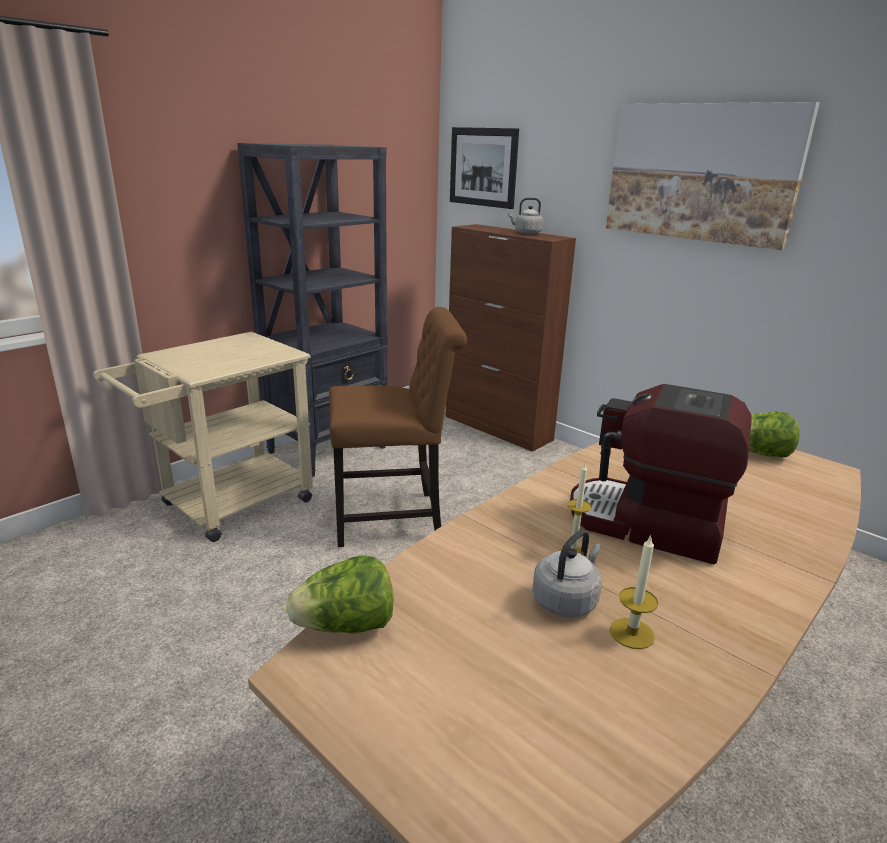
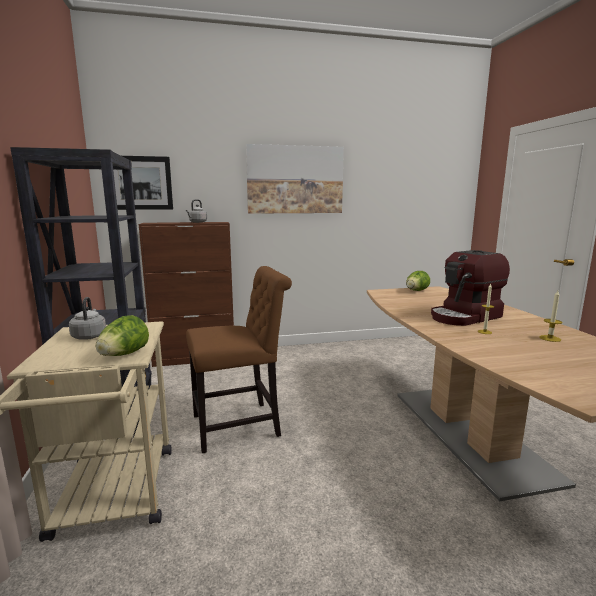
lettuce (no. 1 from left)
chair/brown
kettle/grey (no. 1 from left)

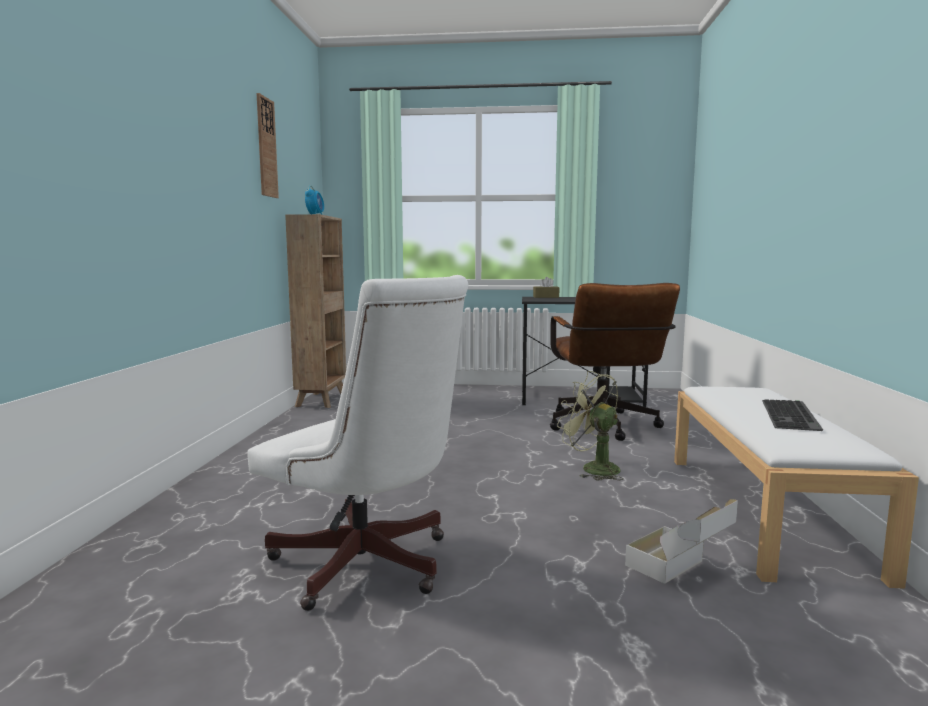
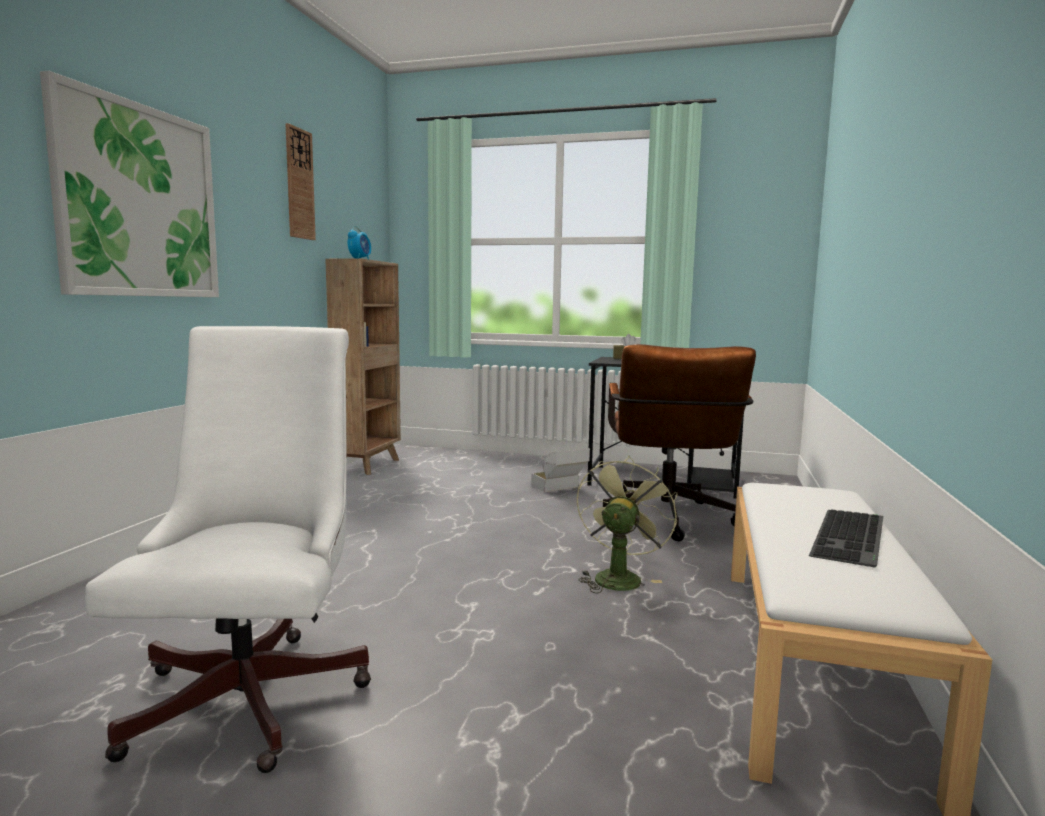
office chair/white
fan/green
cardboard box
picture

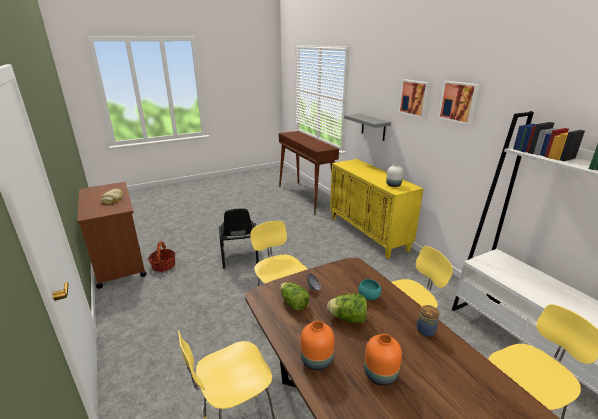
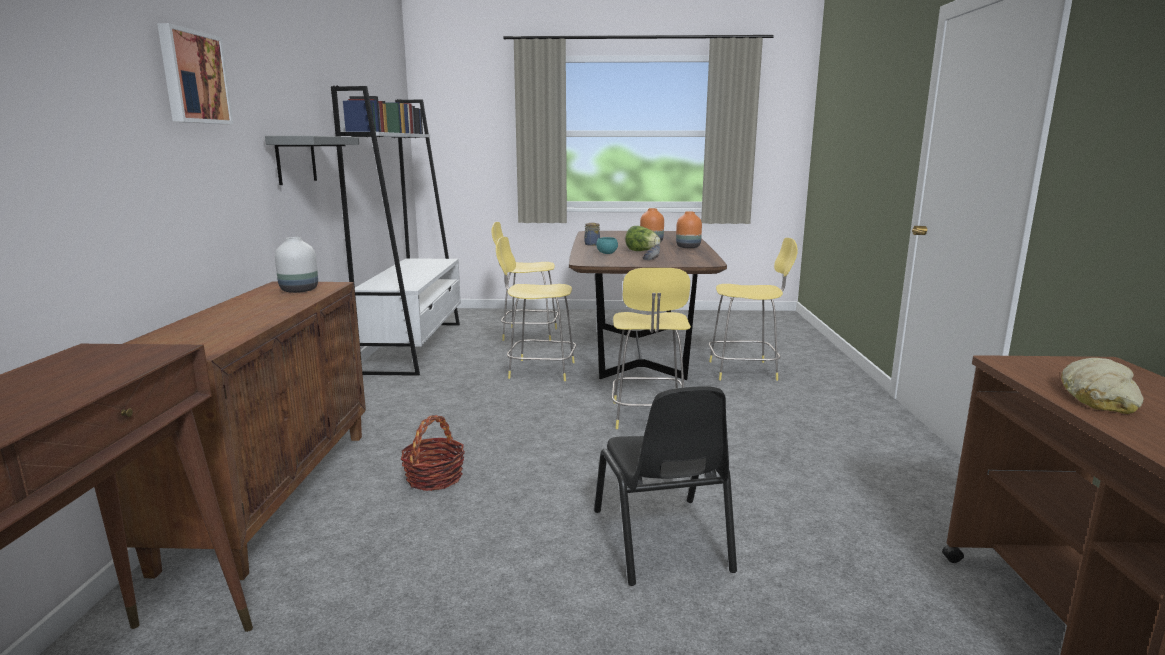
basket
chair/black
lettuce (no. 1 from left in the first image)
cabinet/brown
shelf/grey
picture (no. 2 from left in the first image)

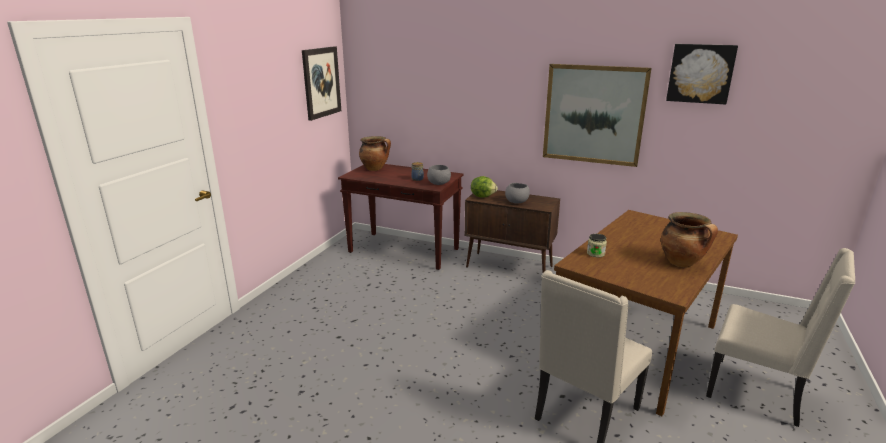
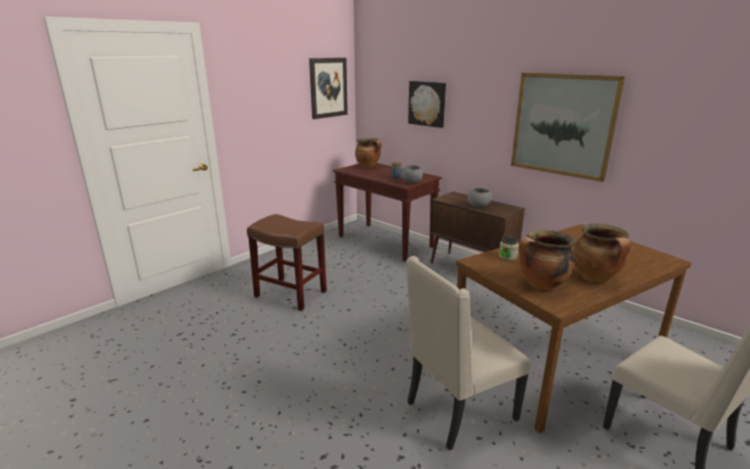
lettuce
picture (no. 2 from left)
stool/brown
cooking pot (no. 2 from left)

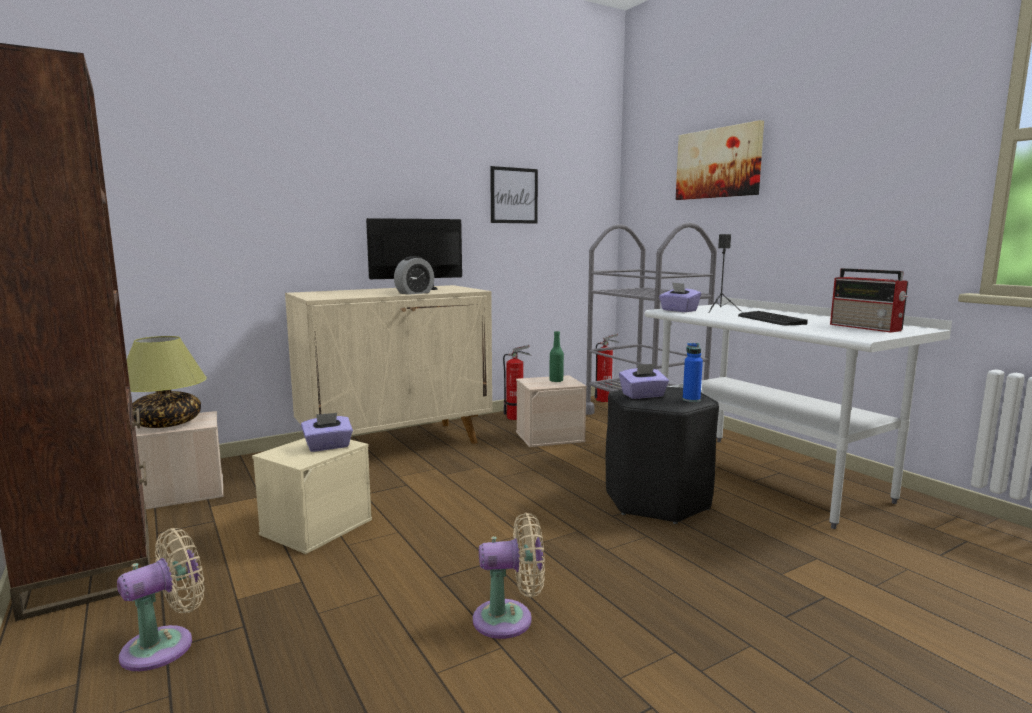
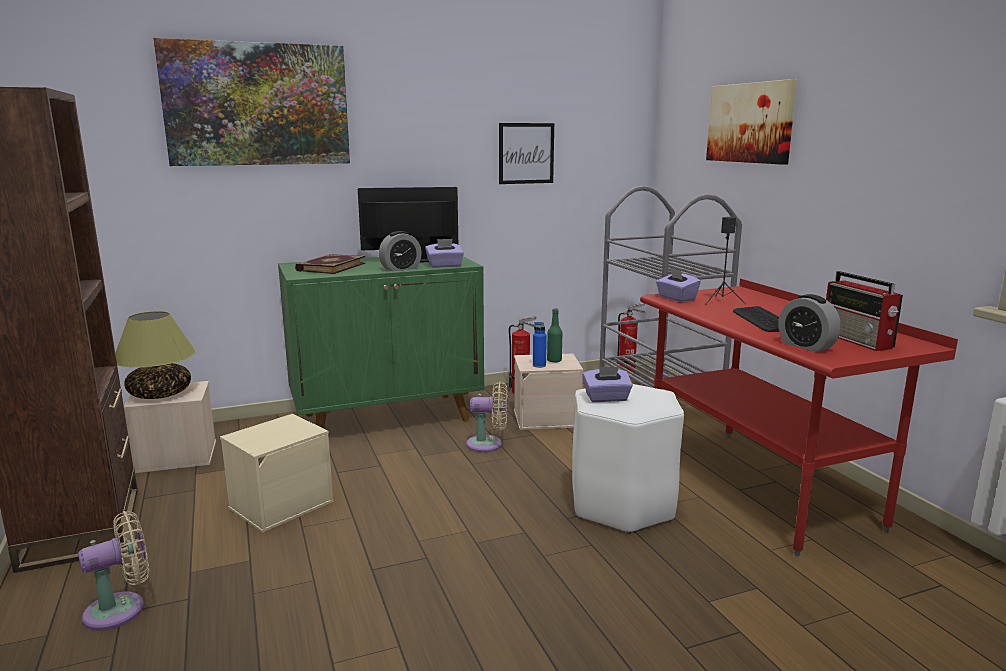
cabinet/green
tissue box/purple (no. 1 from left)
fan/beige (no. 2 from left)
stool/white
desk/red
bottle/blue
picture (no. 1 from left)
book
alarm clock (no. 2 from left)

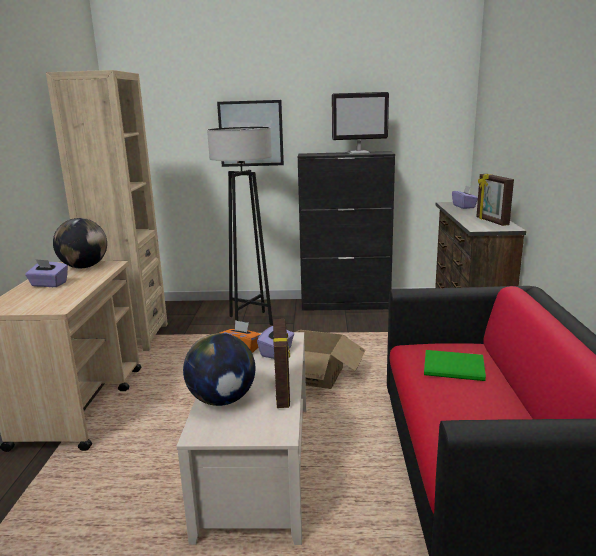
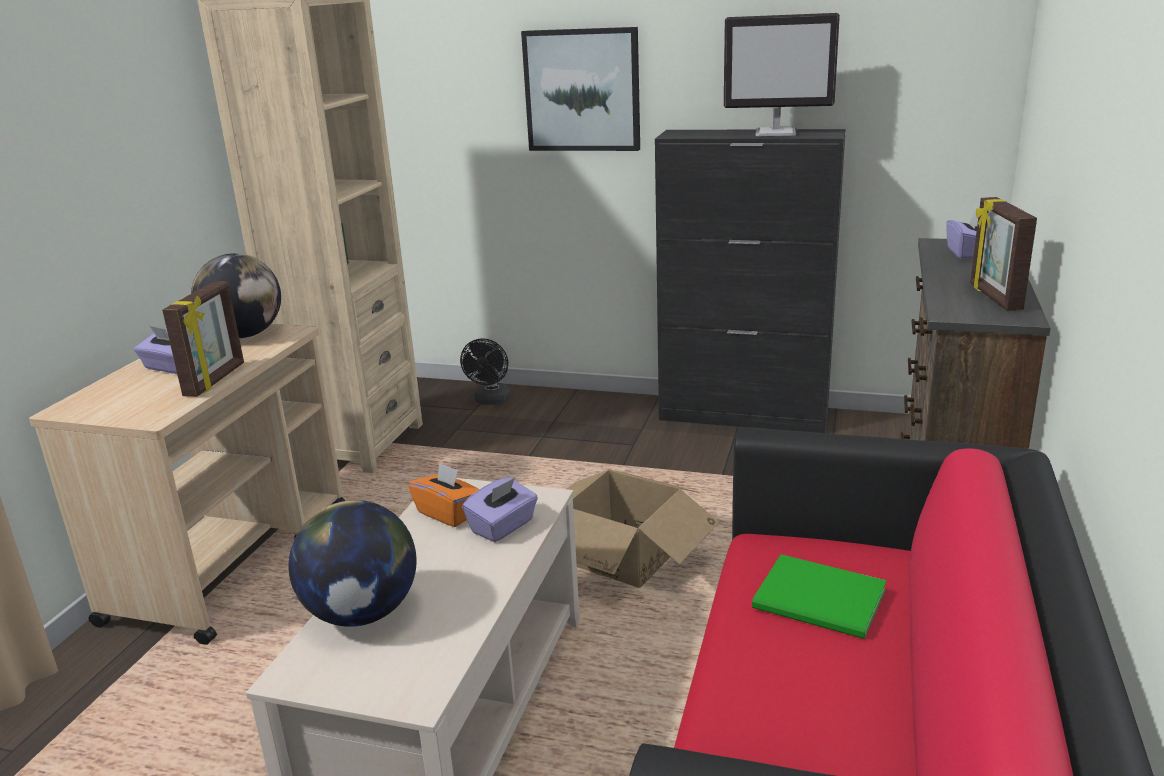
floor lamp/grey
picture frame (no. 1 from left)
fan/black

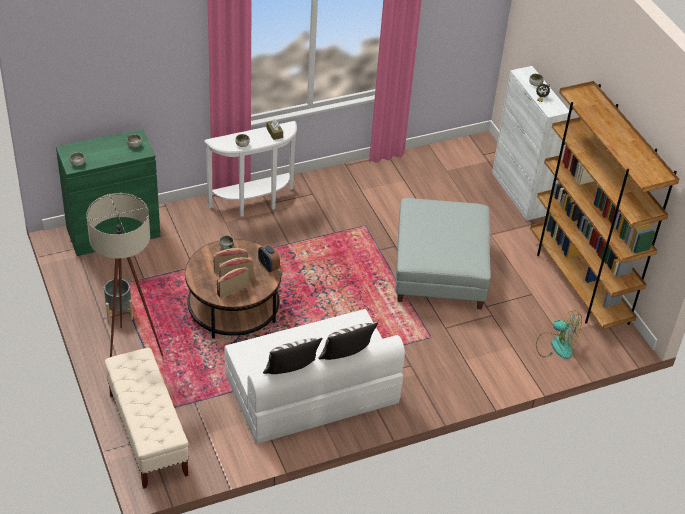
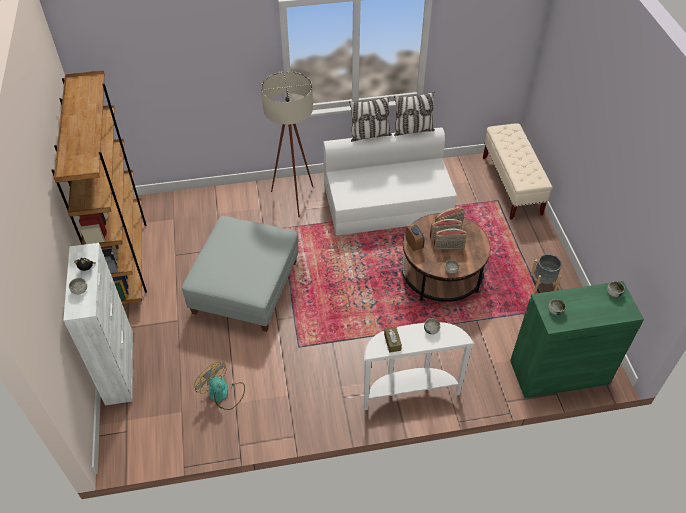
floor lamp/beige
fan

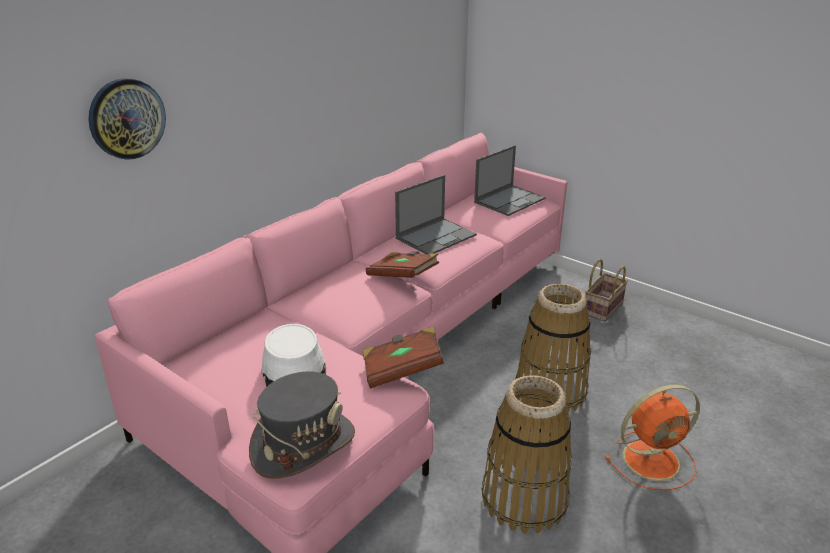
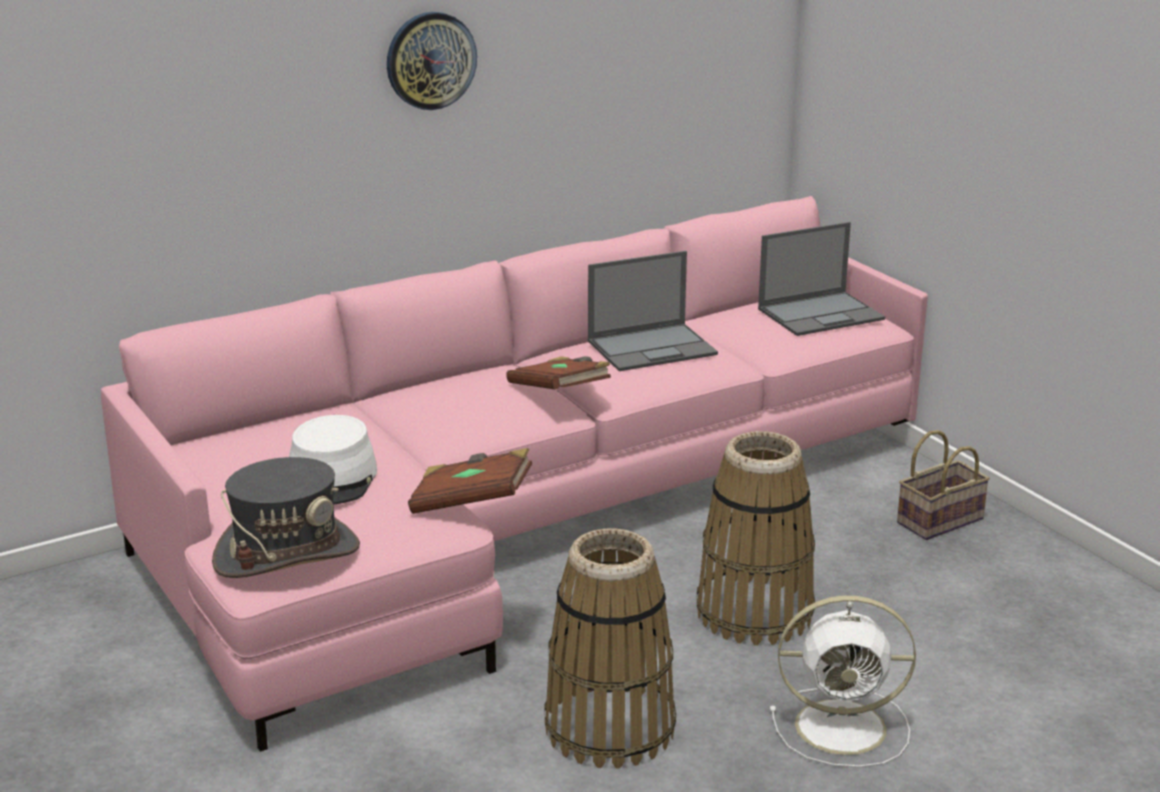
wall clock
fan/white

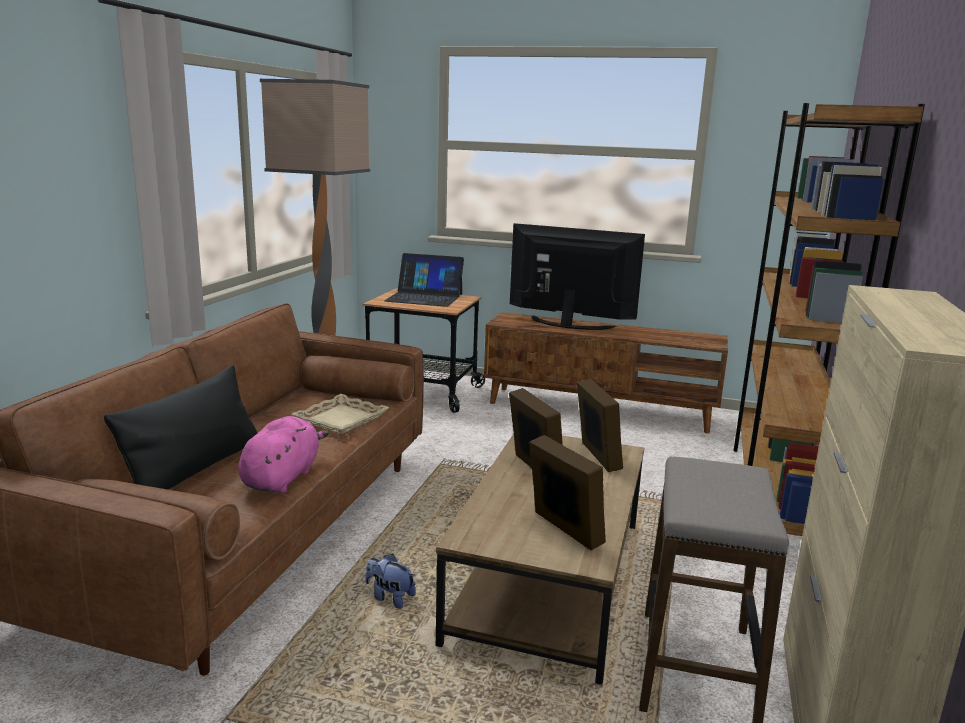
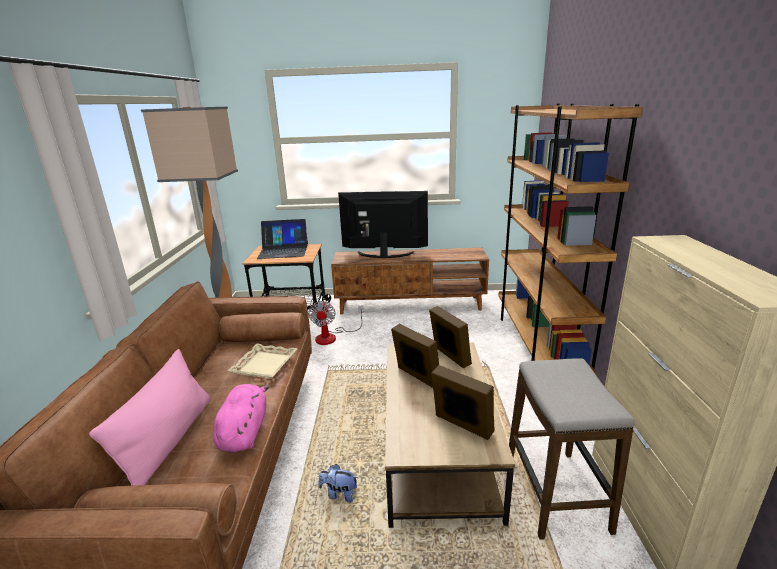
pillow/pink
fan

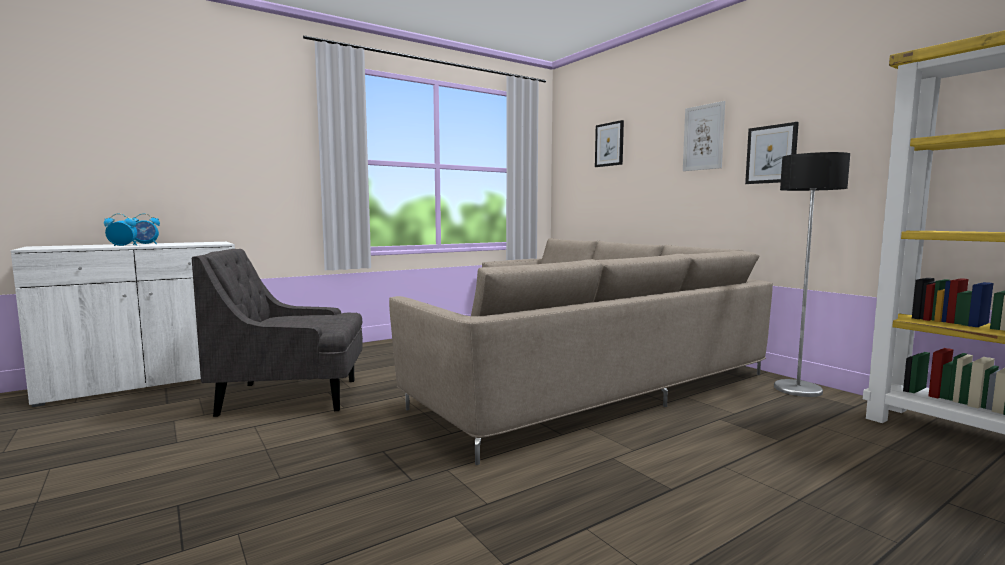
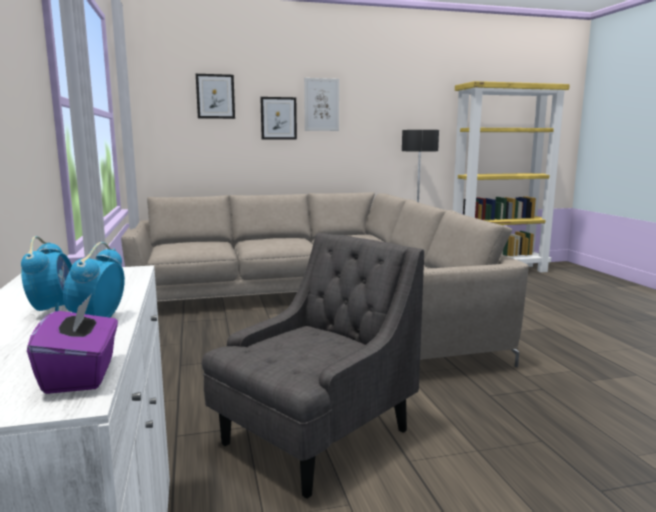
armchair/grey
picture (no. 2 from left)
tissue box/purple

